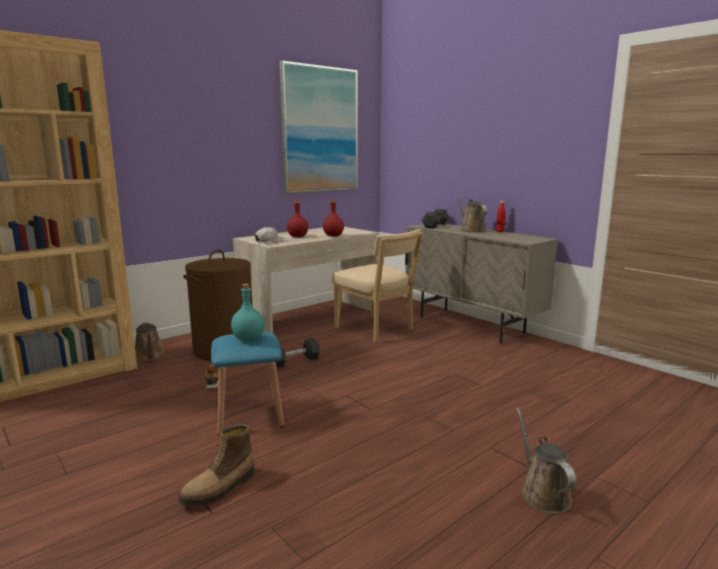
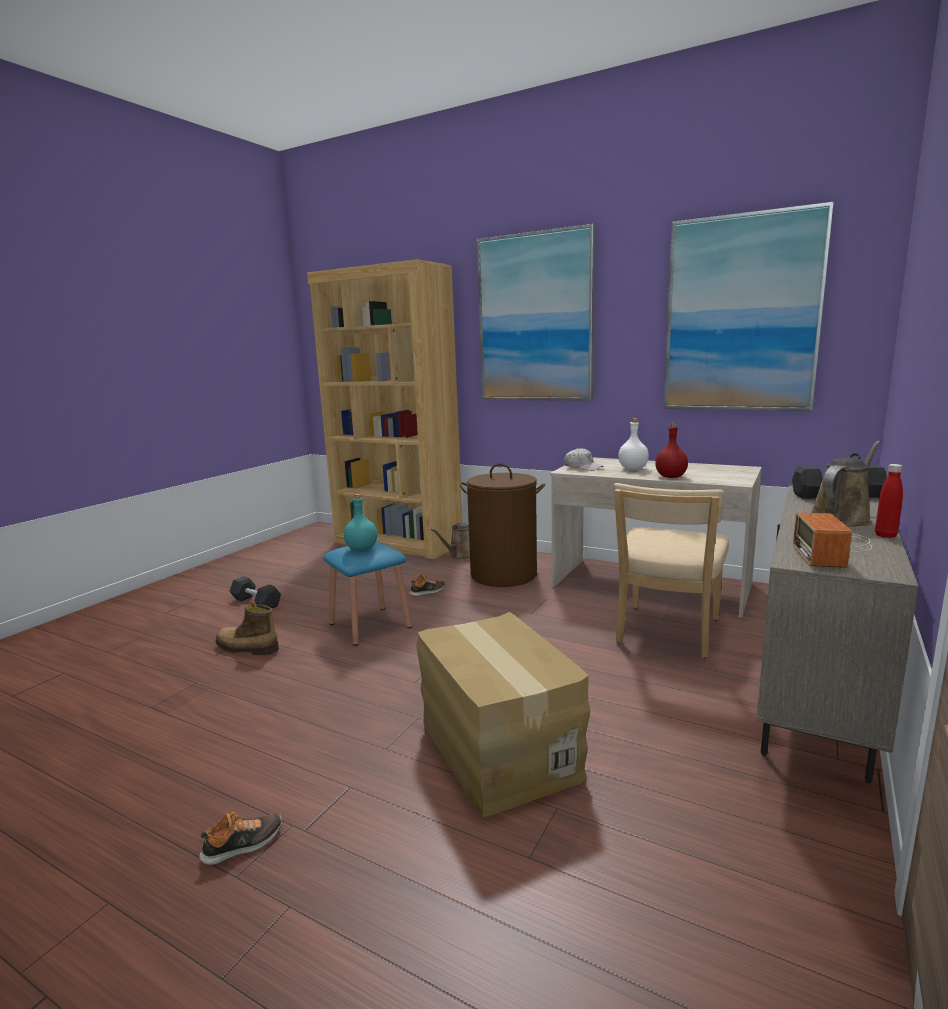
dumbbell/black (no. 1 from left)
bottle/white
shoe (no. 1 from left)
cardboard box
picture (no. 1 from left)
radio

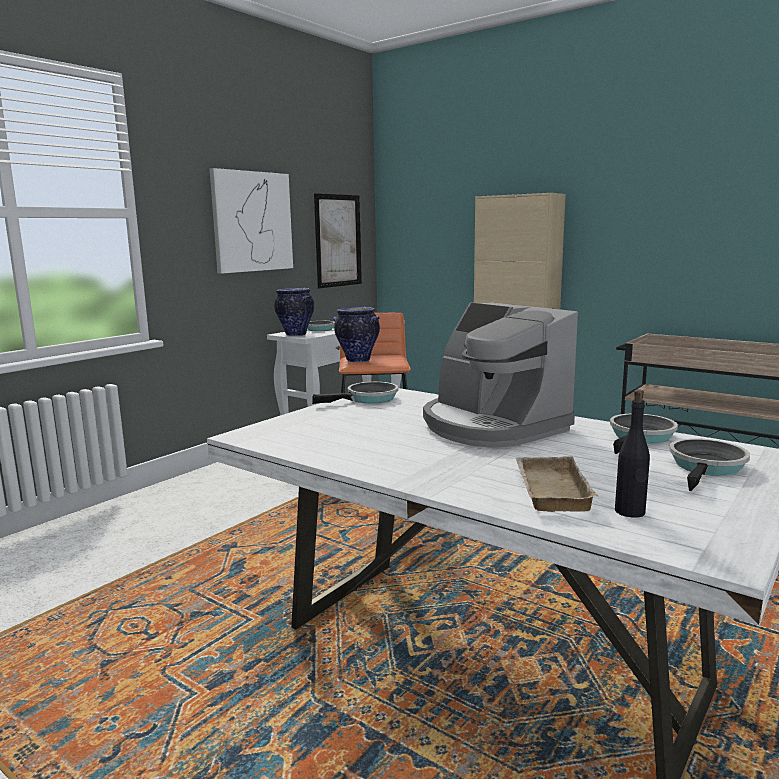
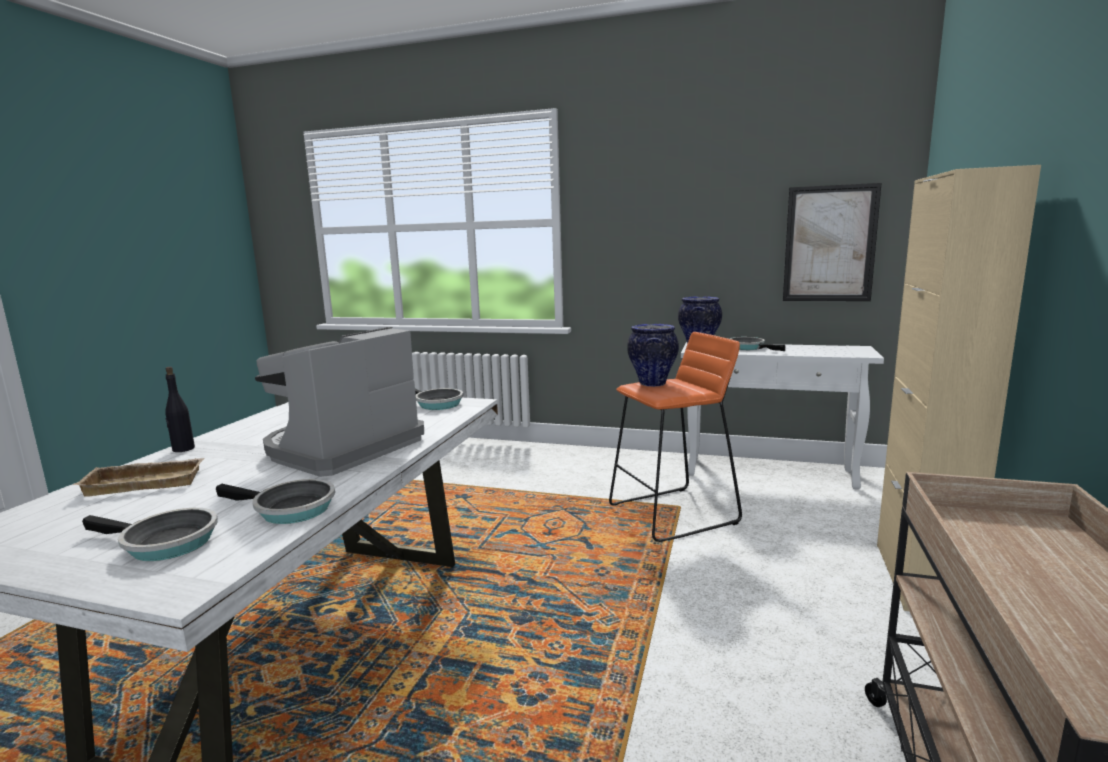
picture (no. 1 from left in the first image)
bottle/black

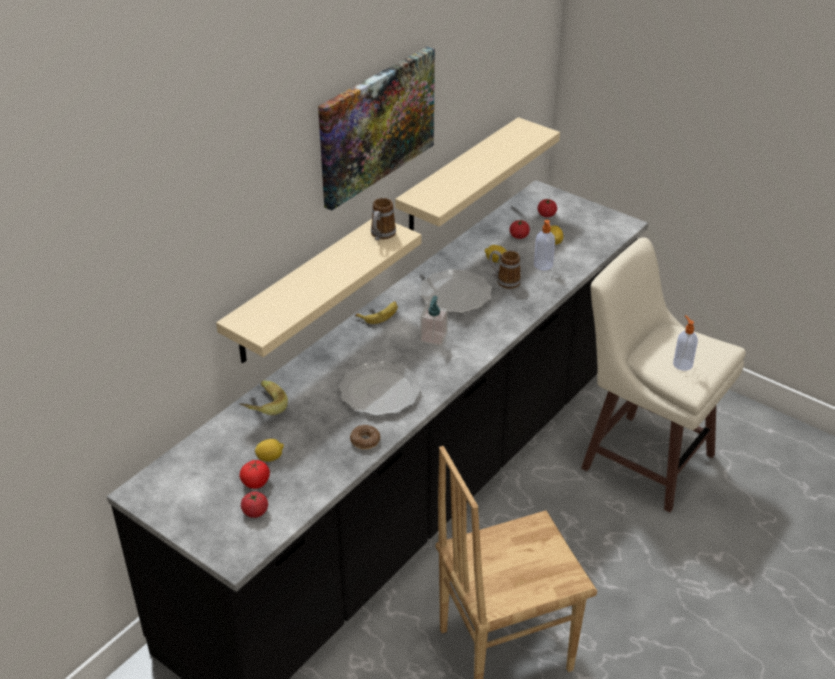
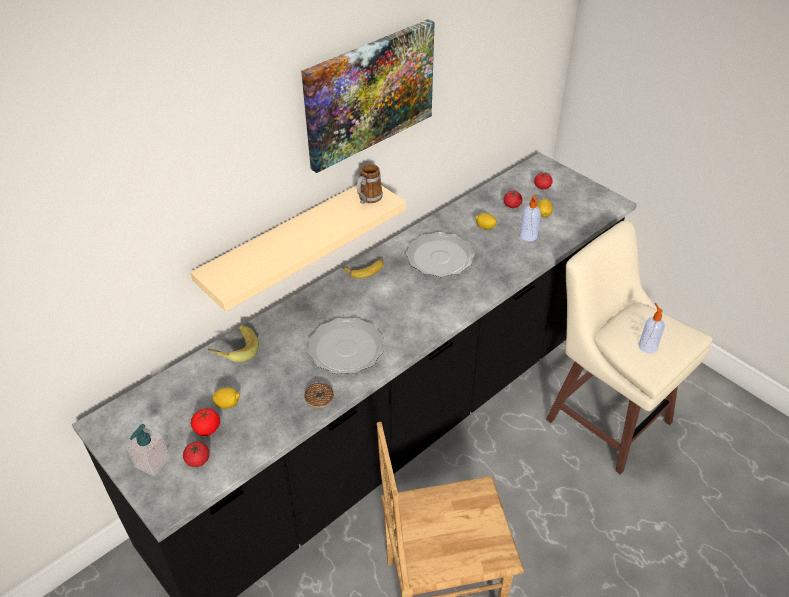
shelf/beige (no. 2 from left in the first image)
soap dispenser (no. 1 from left)
mug (no. 2 from left in the first image)

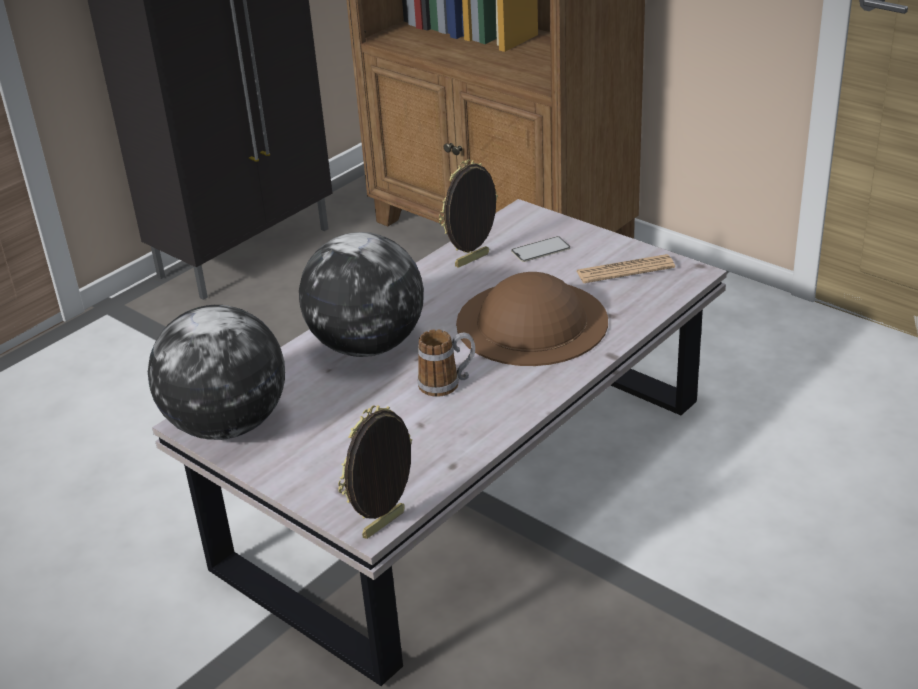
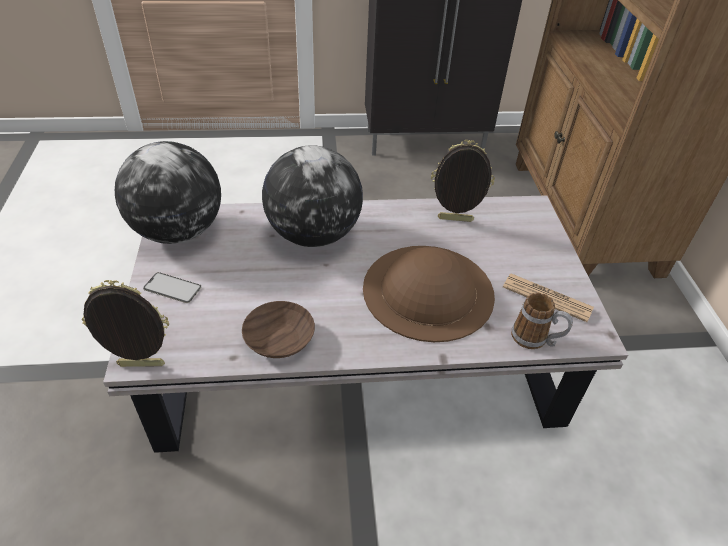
mug
phone
bowl/brown

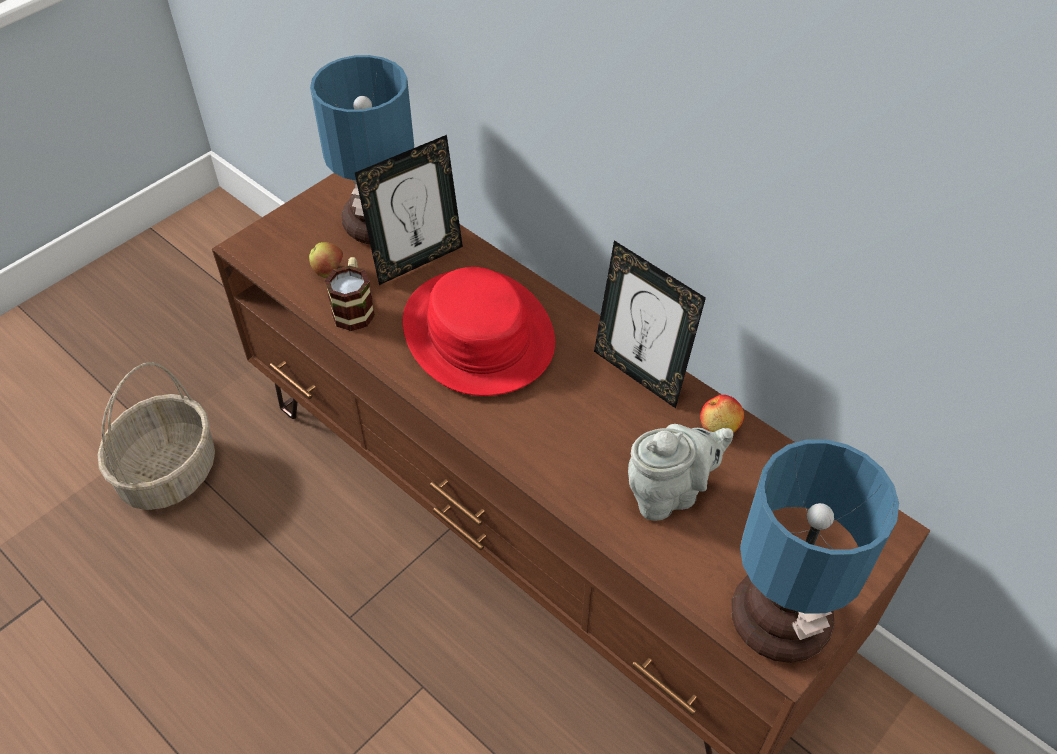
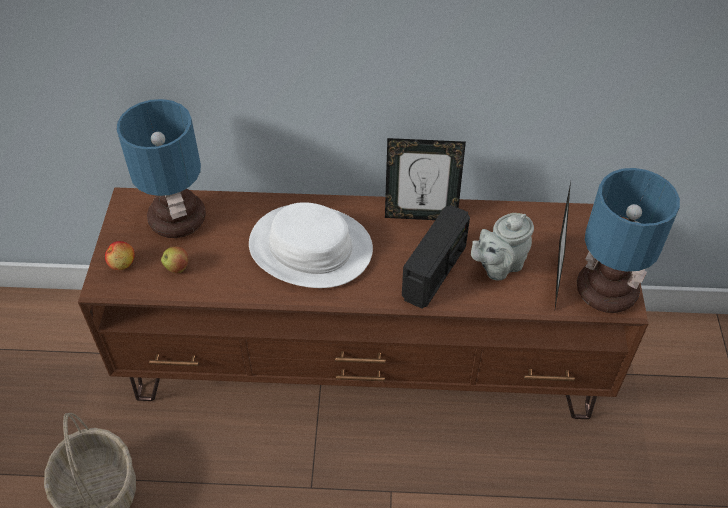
mug
picture frame (no. 2 from left)
hat/white
teapot/grey
apple (no. 1 from left)
radio

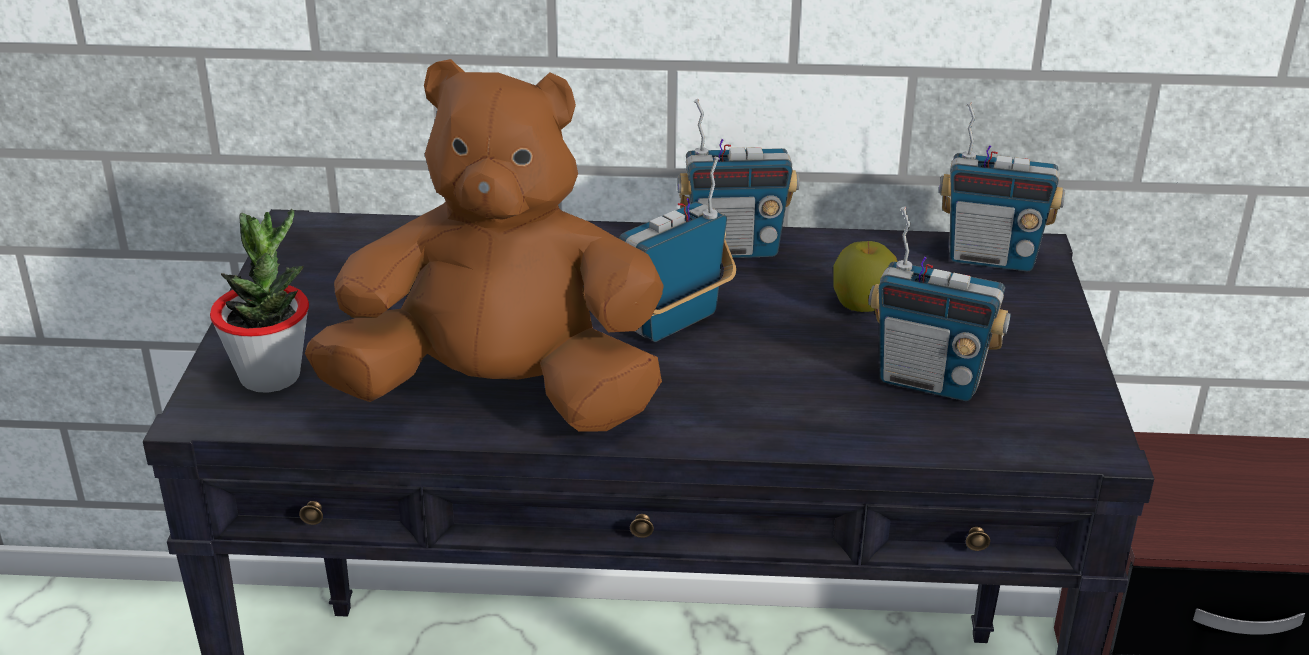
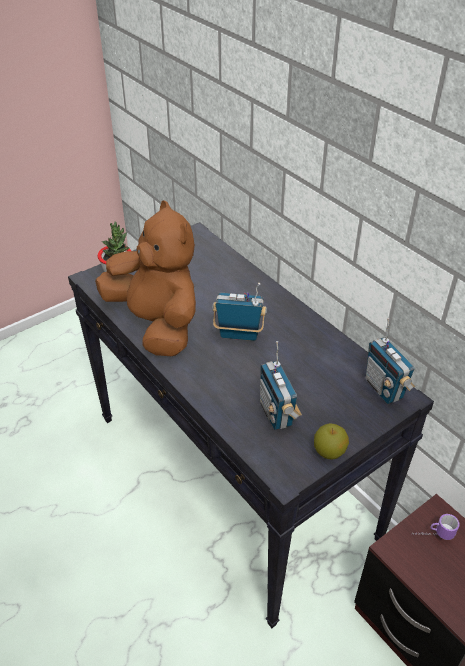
radio (no. 2 from left in the first image)
apple
mug

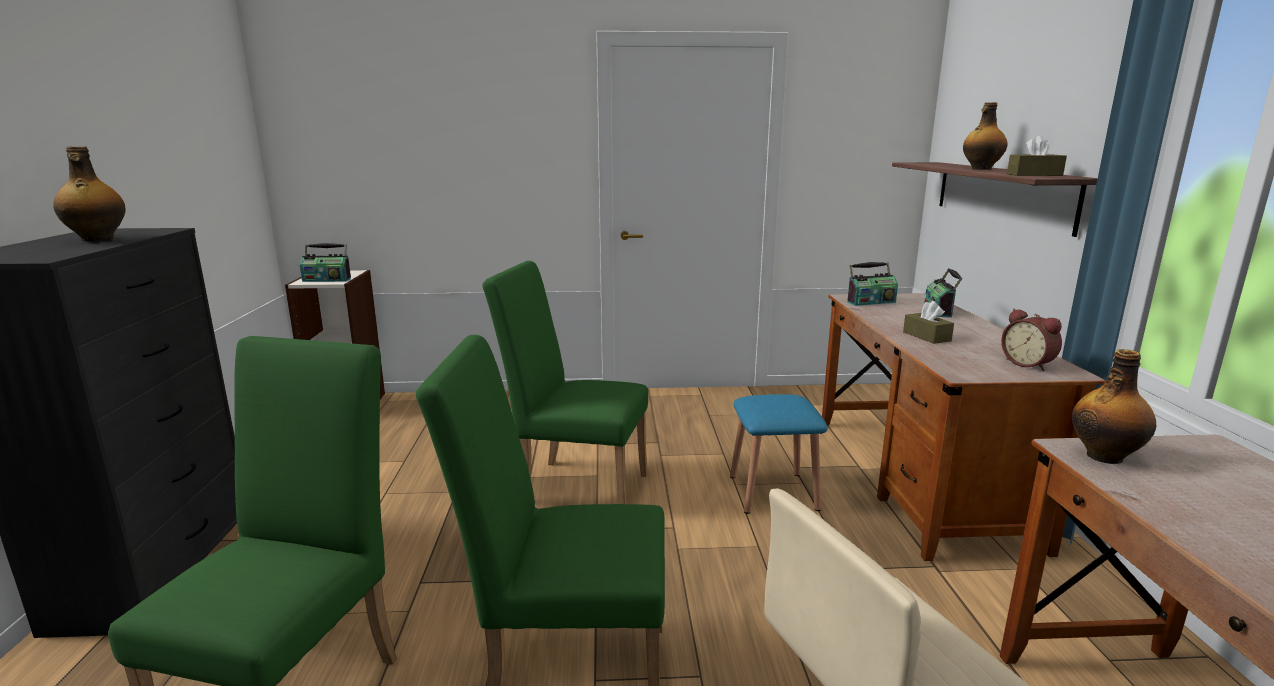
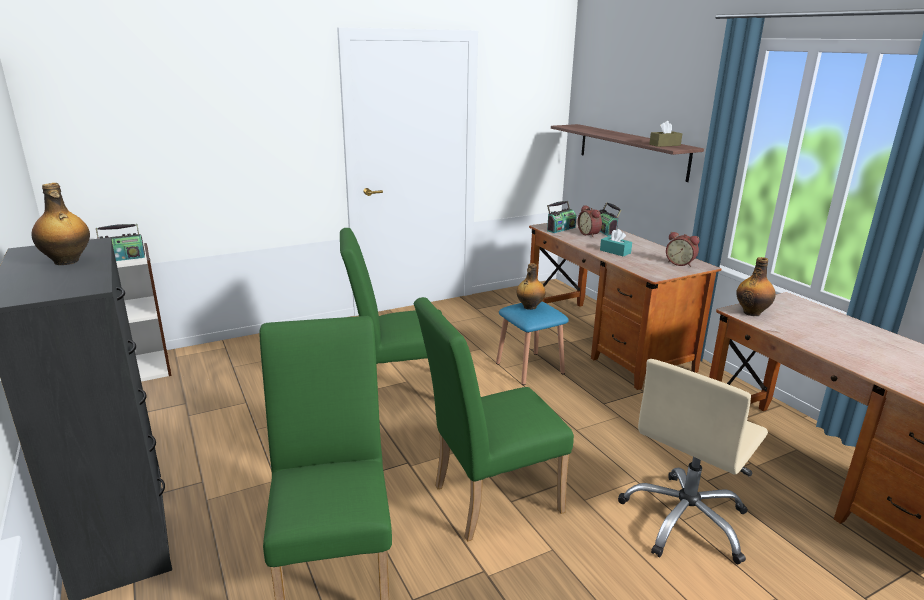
tissue box/turquoise
bottle (no. 2 from left)
alarm clock (no. 1 from left)

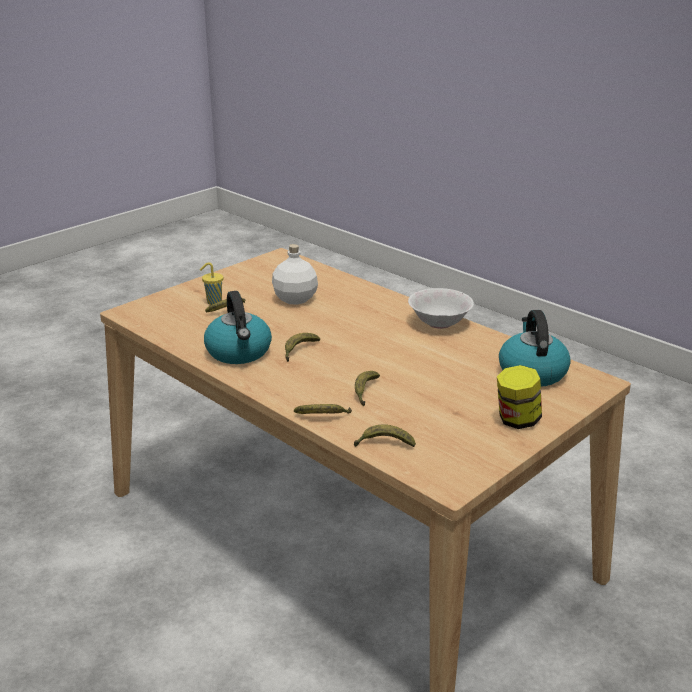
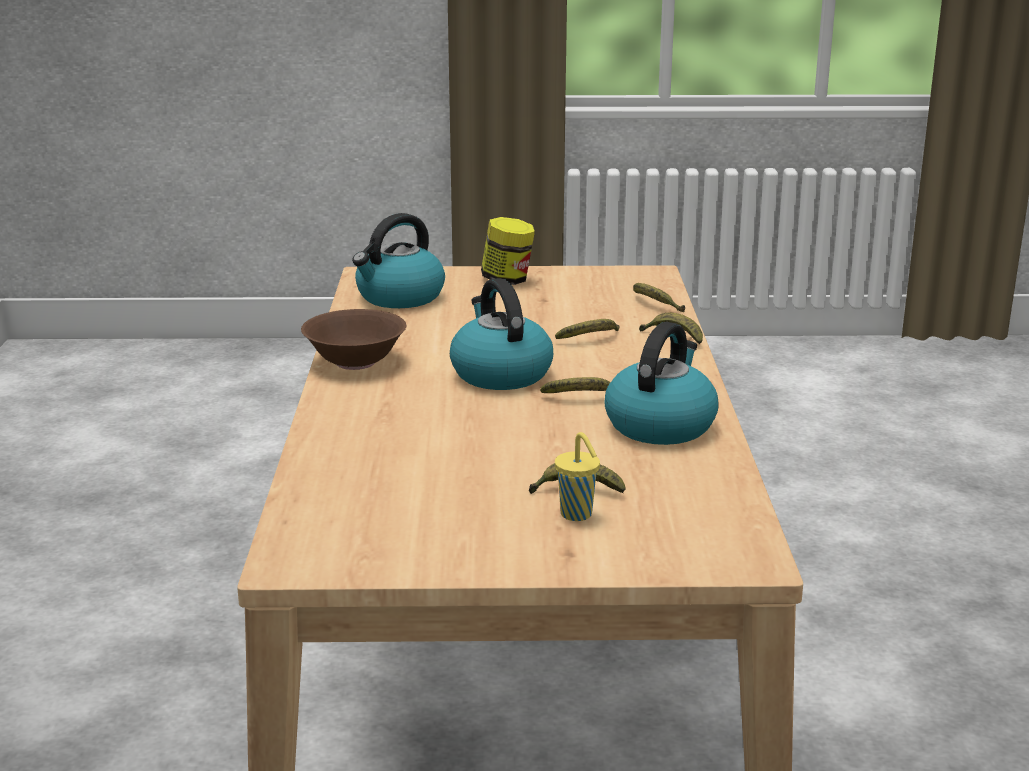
bottle/white
bowl/brown
kettle (no. 2 from left)

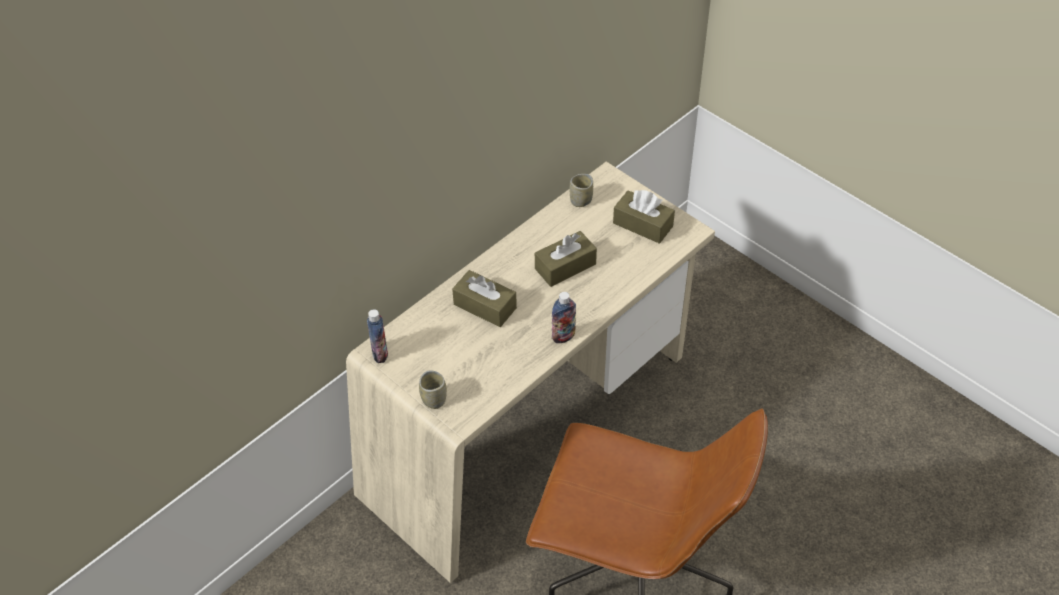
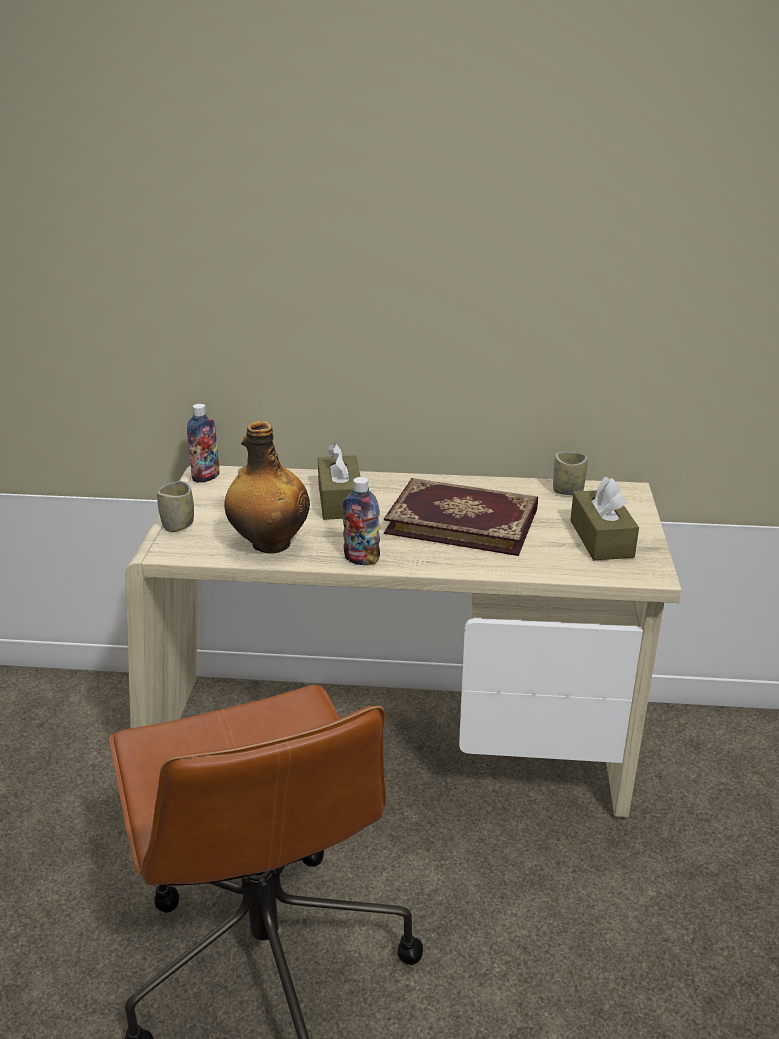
book
bottle (no. 2 from left)

